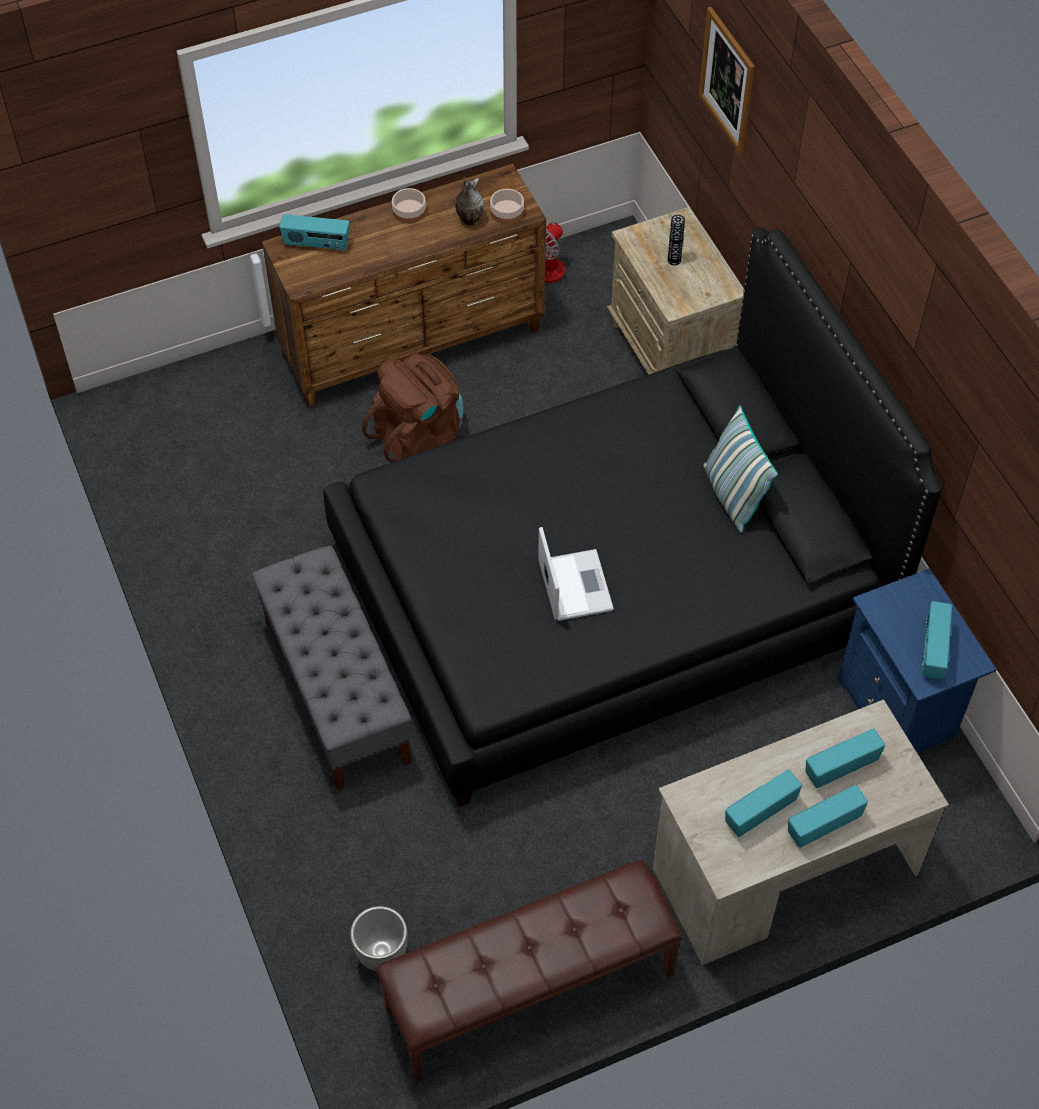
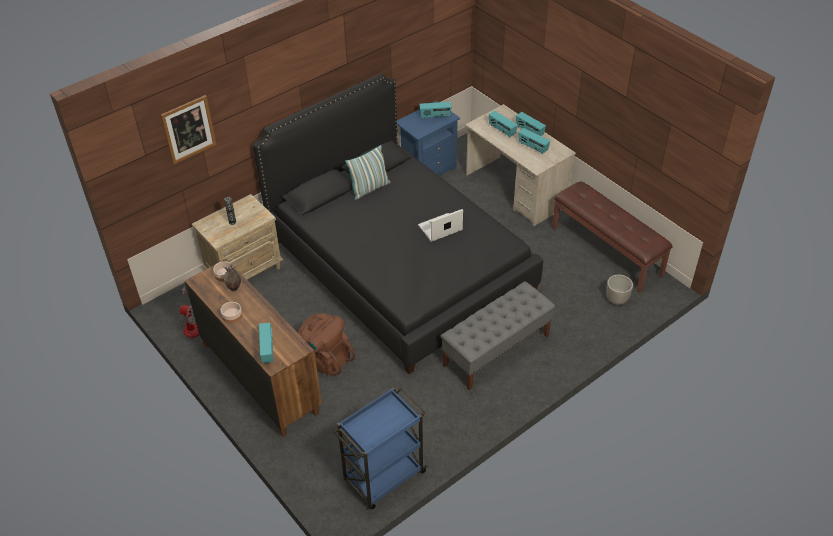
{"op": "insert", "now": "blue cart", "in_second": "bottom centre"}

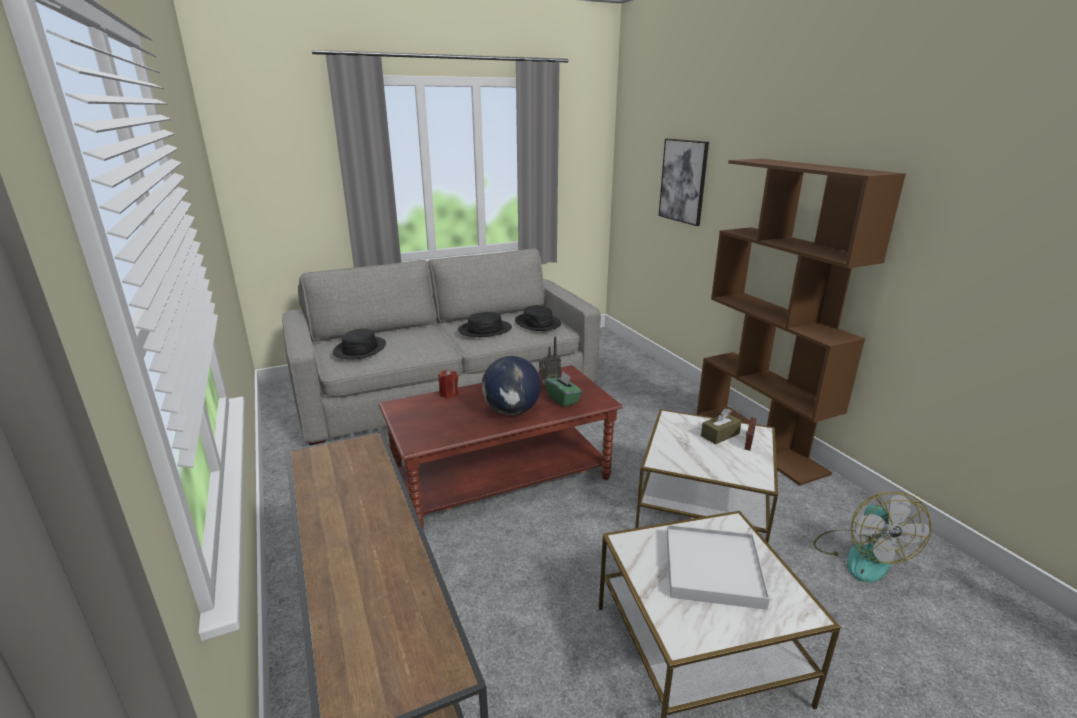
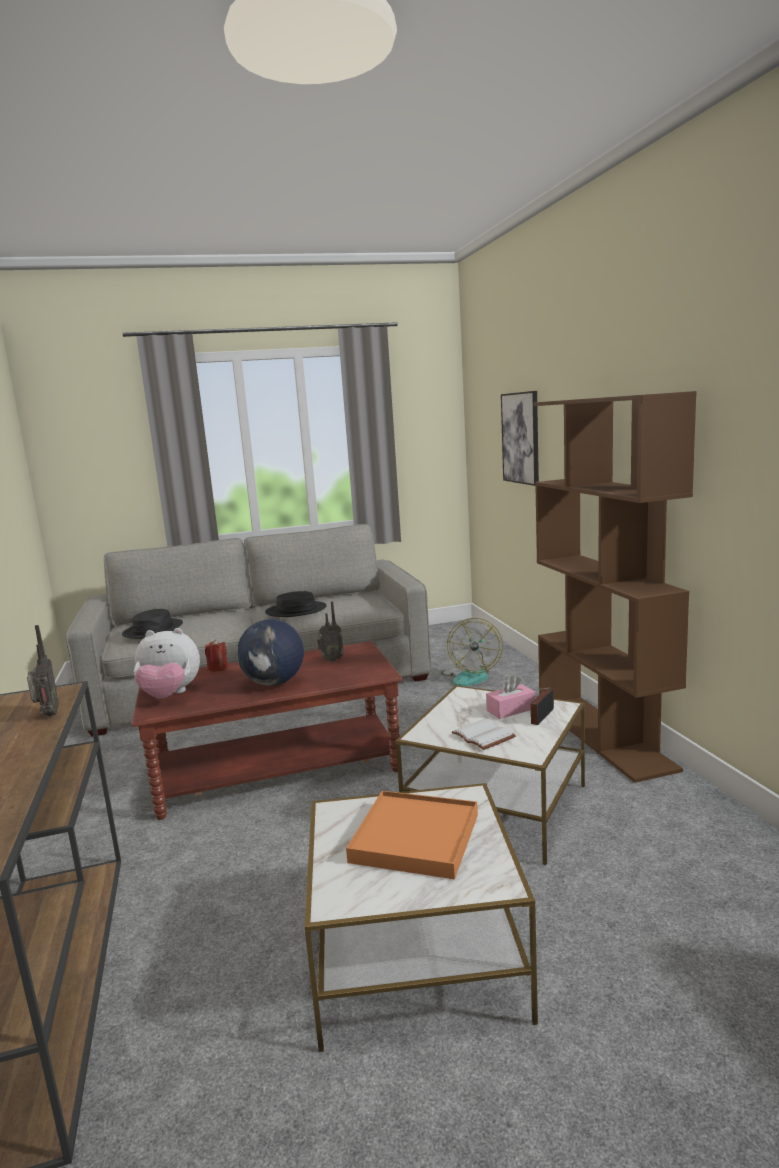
{"op": "delete", "was": "black hat (3rd from left)", "in_first": "centre"}
{"op": "delete", "was": "green tissue box", "in_first": "centre"}
{"op": "recolor", "was": "white tray", "now": "orange tray", "in_first": "bottom right", "in_second": "bottom centre"}
{"op": "recolor", "was": "brown tissue box", "now": "pink tissue box", "in_first": "middle right", "in_second": "centre"}
{"op": "move", "was": "fan", "in_first": "bottom right", "in_second": "centre"}
{"op": "insert", "now": "radio (1st from left)", "in_second": "middle left"}
{"op": "insert", "now": "plush toy", "in_second": "middle left"}
{"op": "insert", "now": "white book", "in_second": "centre"}

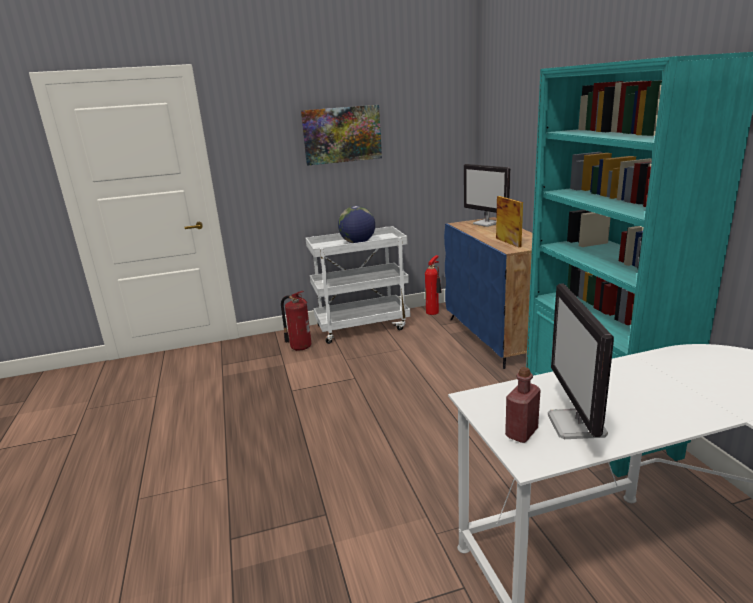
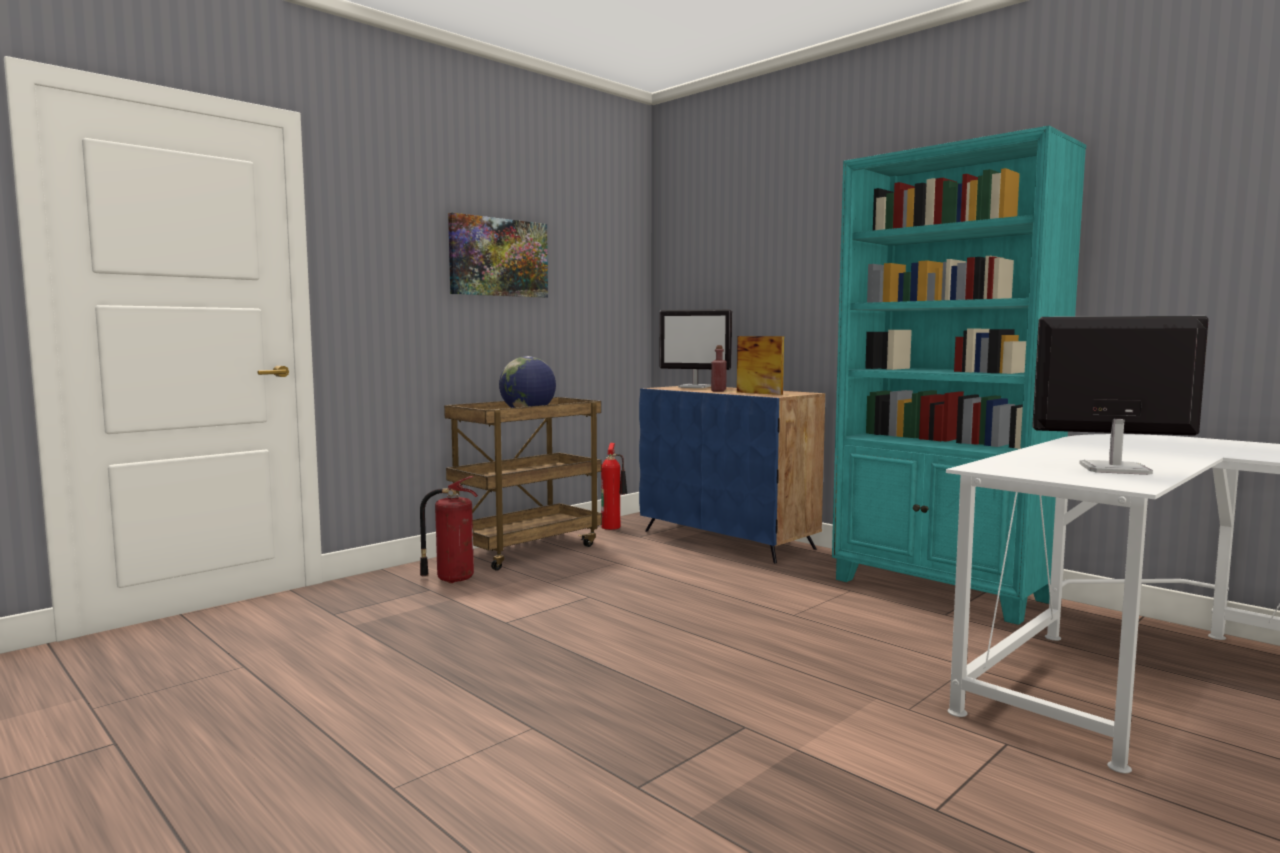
{"op": "recolor", "was": "white cart", "now": "brown cart", "in_first": "centre", "in_second": "centre"}
{"op": "move", "was": "red bottle", "in_first": "bottom right", "in_second": "centre"}
{"op": "rotate", "was": "monitor (2nd from left)", "in_first": "middle right", "in_second": "middle right", "clockwise": 135}

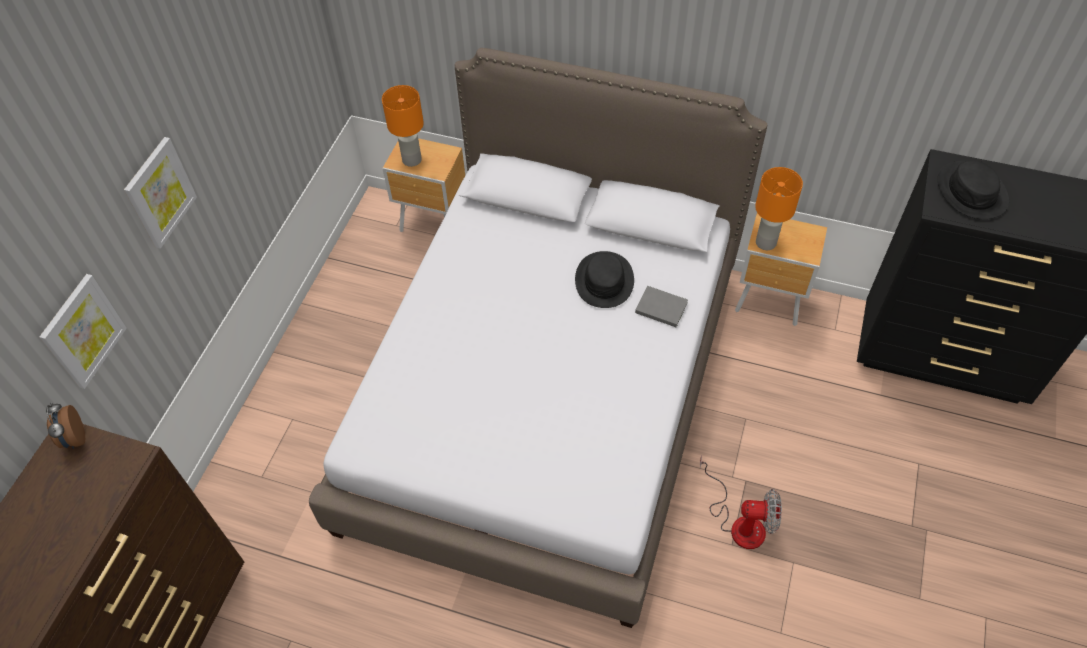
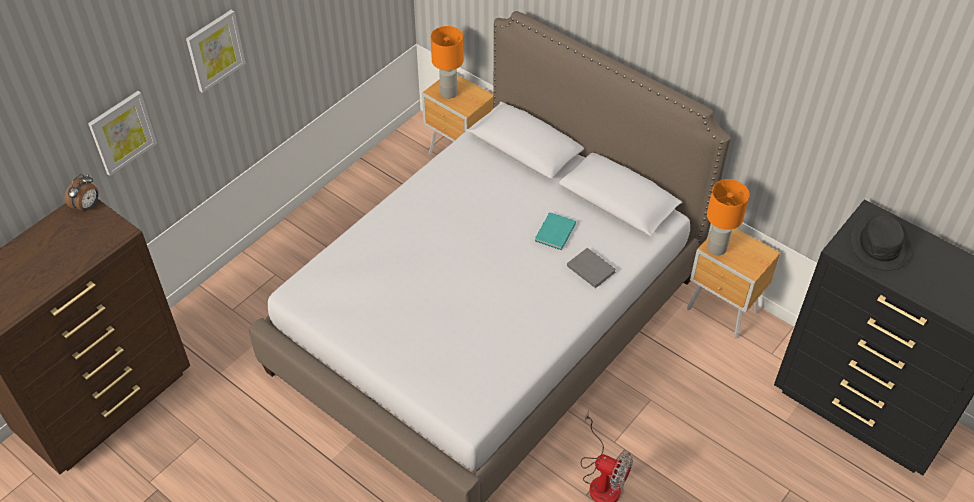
{"op": "rotate", "was": "alarm clock", "in_first": "middle left", "in_second": "middle left", "clockwise": -150}
{"op": "replace", "was": "black hat (1st from left)", "now": "turquoise book", "in_first": "centre", "in_second": "centre"}

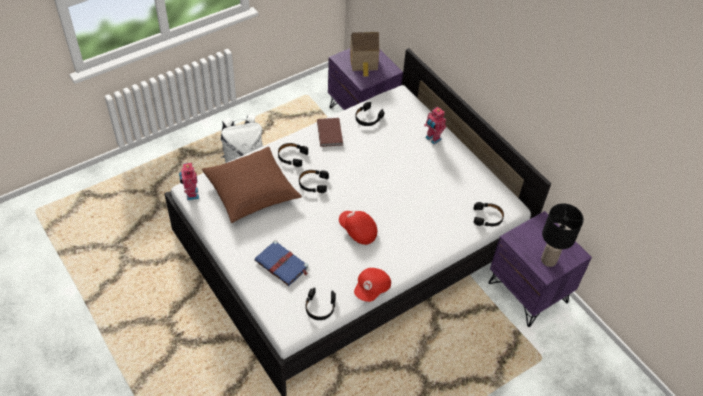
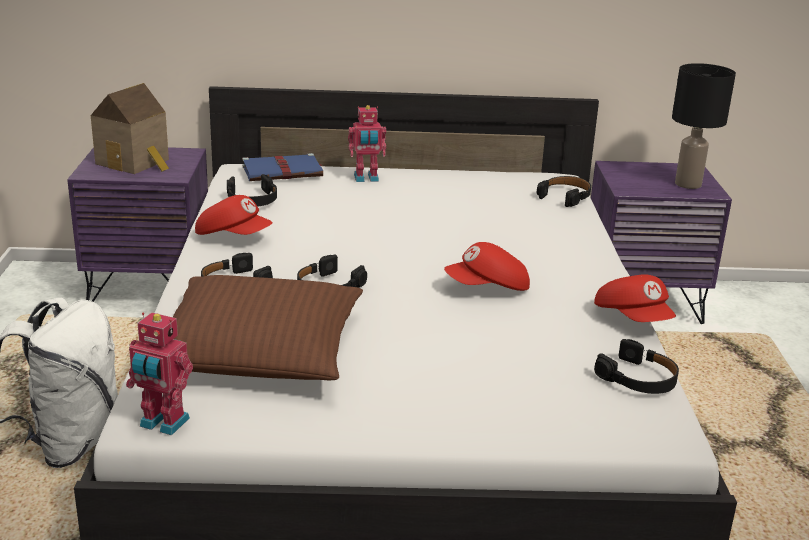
{"op": "move", "was": "blue book", "in_first": "centre", "in_second": "top centre"}
{"op": "replace", "was": "brown book", "now": "red cap (1st from left)", "in_first": "centre", "in_second": "middle left"}

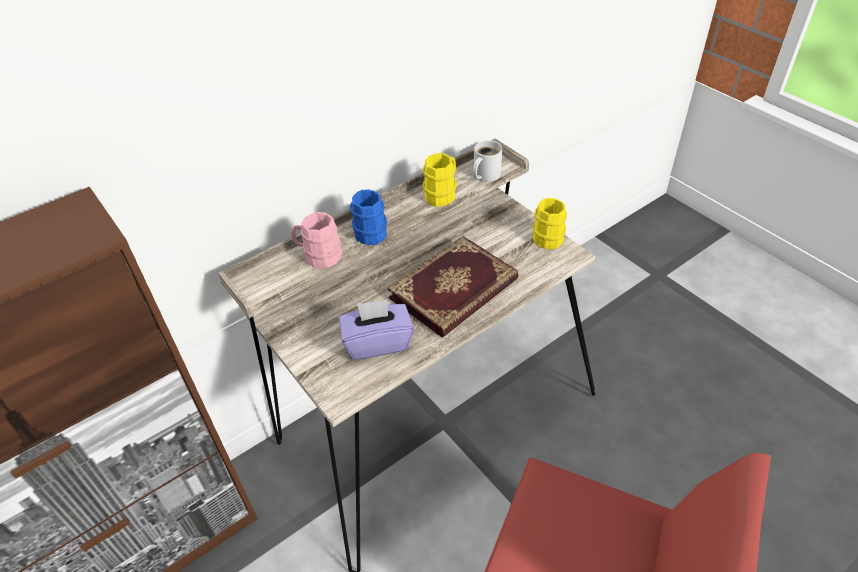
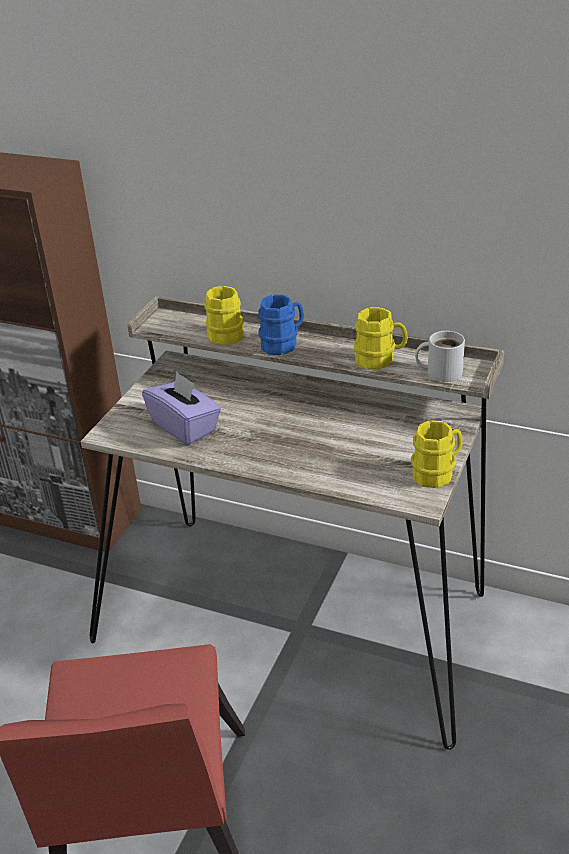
{"op": "recolor", "was": "pink mug", "now": "yellow mug (1st from left)", "in_first": "centre", "in_second": "centre"}
{"op": "delete", "was": "book", "in_first": "centre"}

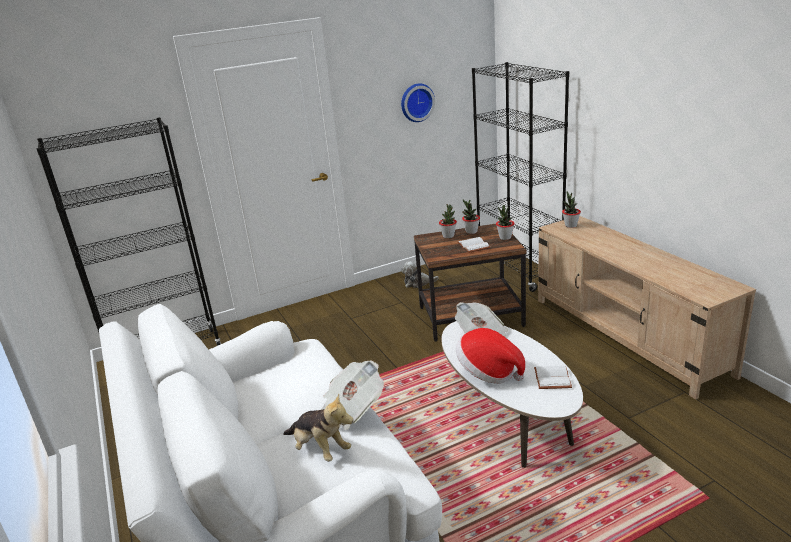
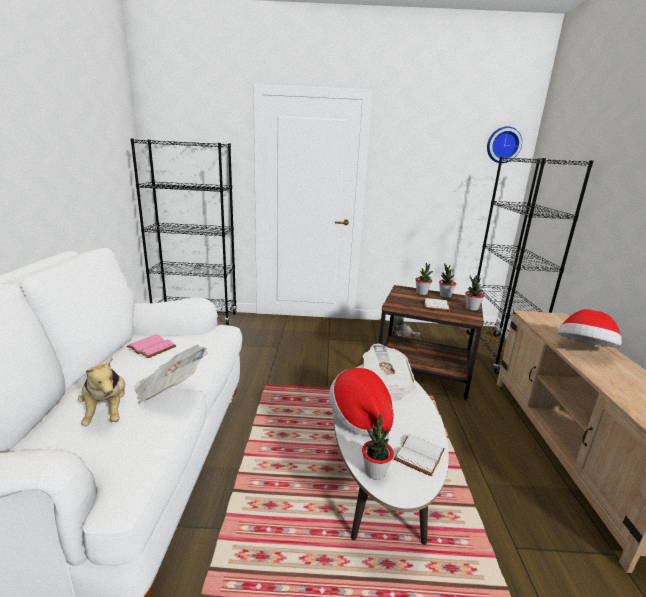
{"op": "move", "was": "wall clock", "in_first": "top centre", "in_second": "top right"}
{"op": "move", "was": "potted plant (4th from left in the first image)", "now": "potted plant (1st from left)", "in_first": "middle right", "in_second": "bottom centre"}
{"op": "insert", "now": "pink book", "in_second": "middle left"}
{"op": "insert", "now": "hat (2nd from left)", "in_second": "middle right"}

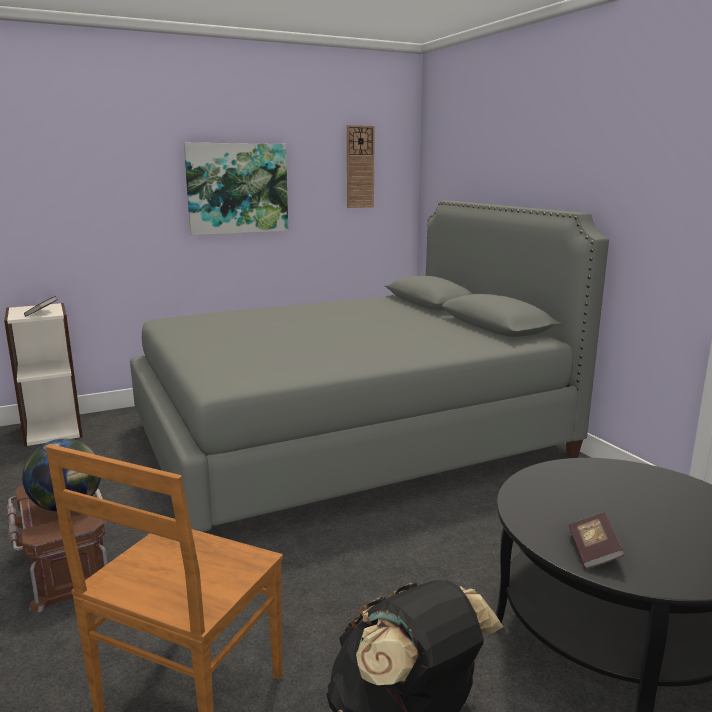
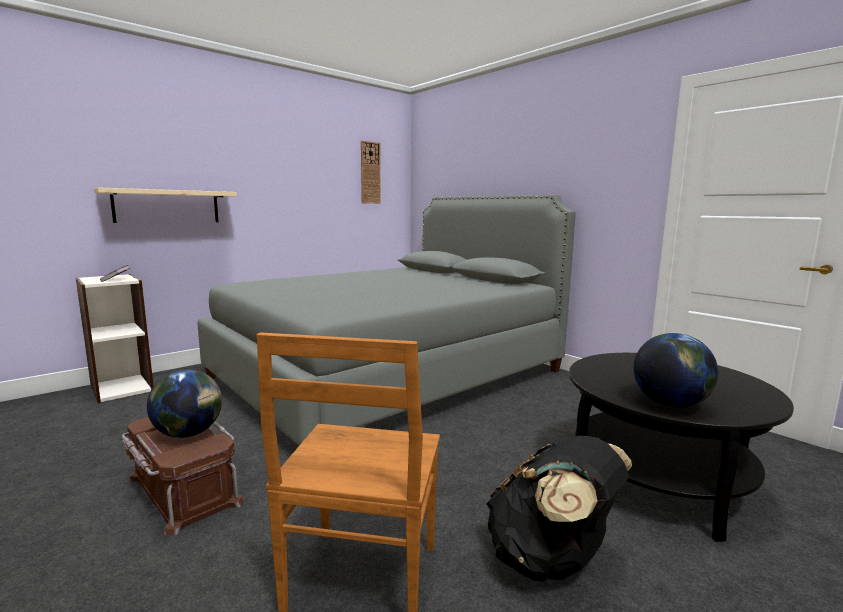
{"op": "delete", "was": "picture", "in_first": "top left"}
{"op": "replace", "was": "book (2nd from left)", "now": "globe (2nd from left)", "in_first": "bottom right", "in_second": "middle right"}
{"op": "insert", "now": "beige shelf", "in_second": "middle left"}

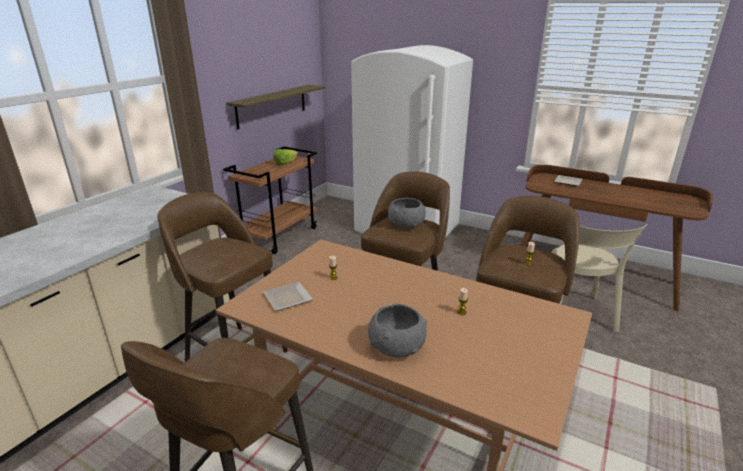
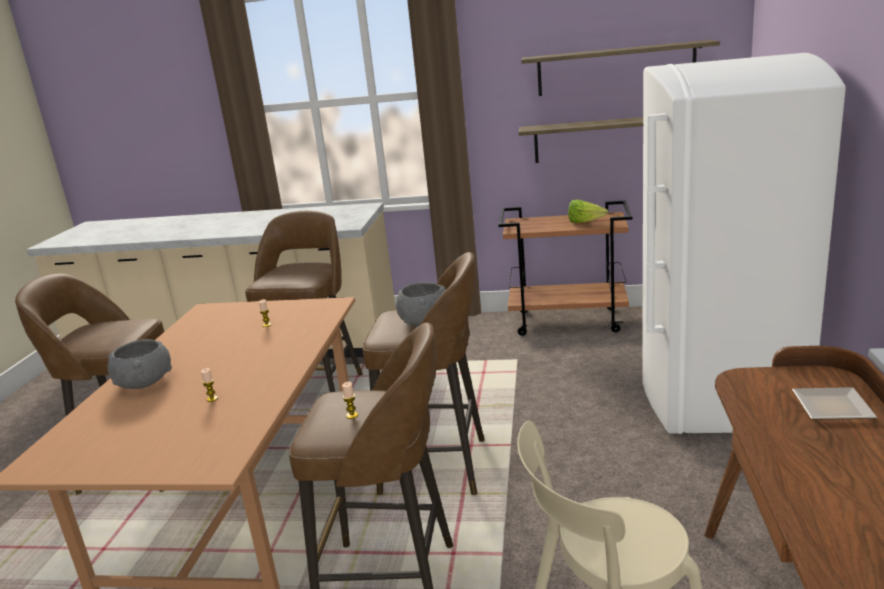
{"op": "delete", "was": "plate (1st from left)", "in_first": "centre"}
{"op": "insert", "now": "shelf (2nd from left)", "in_second": "top right"}

